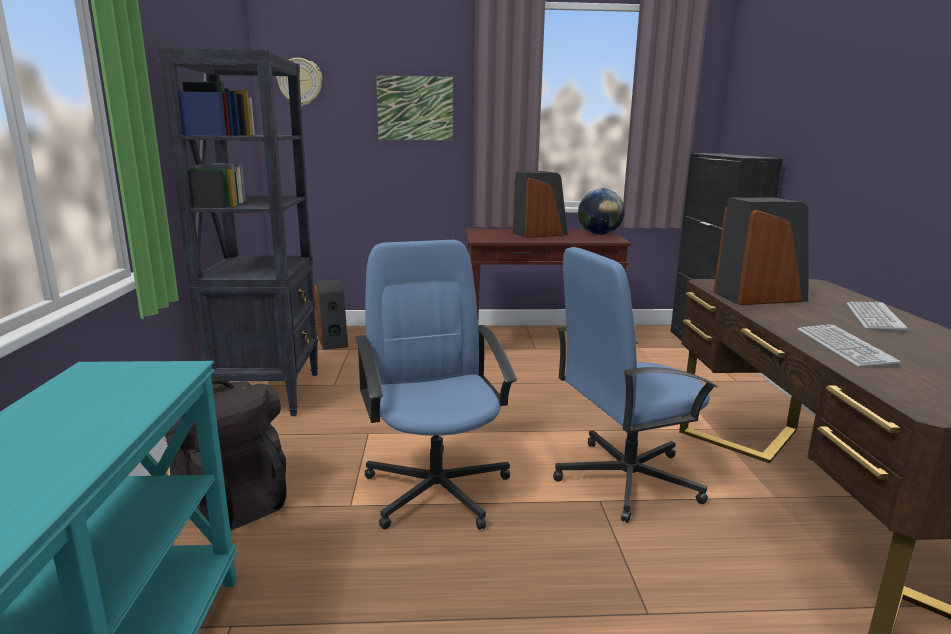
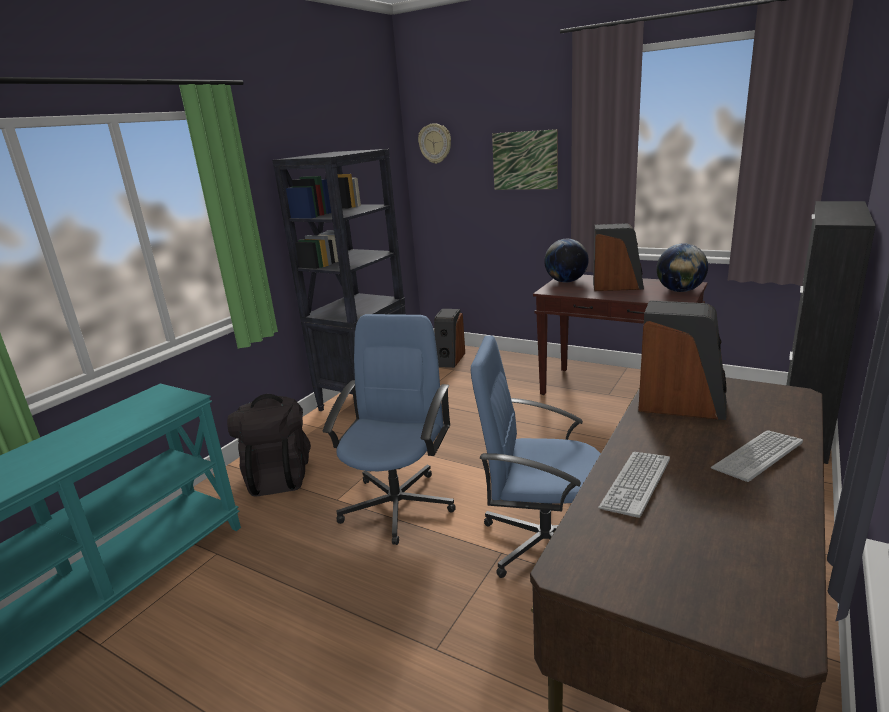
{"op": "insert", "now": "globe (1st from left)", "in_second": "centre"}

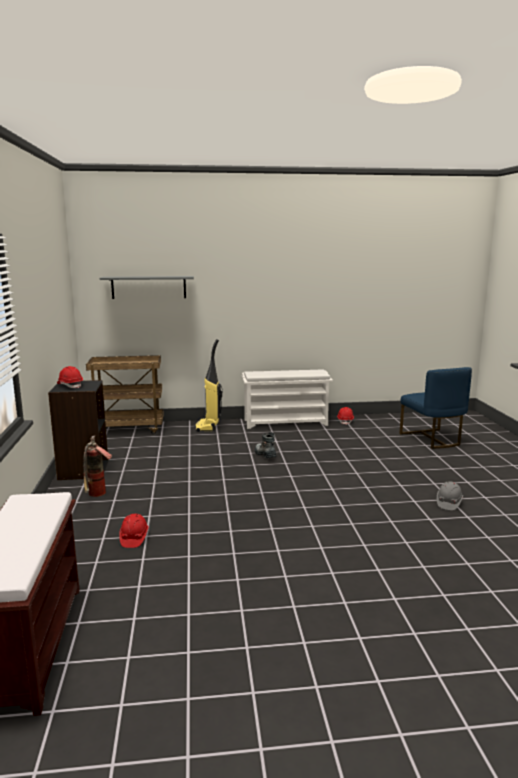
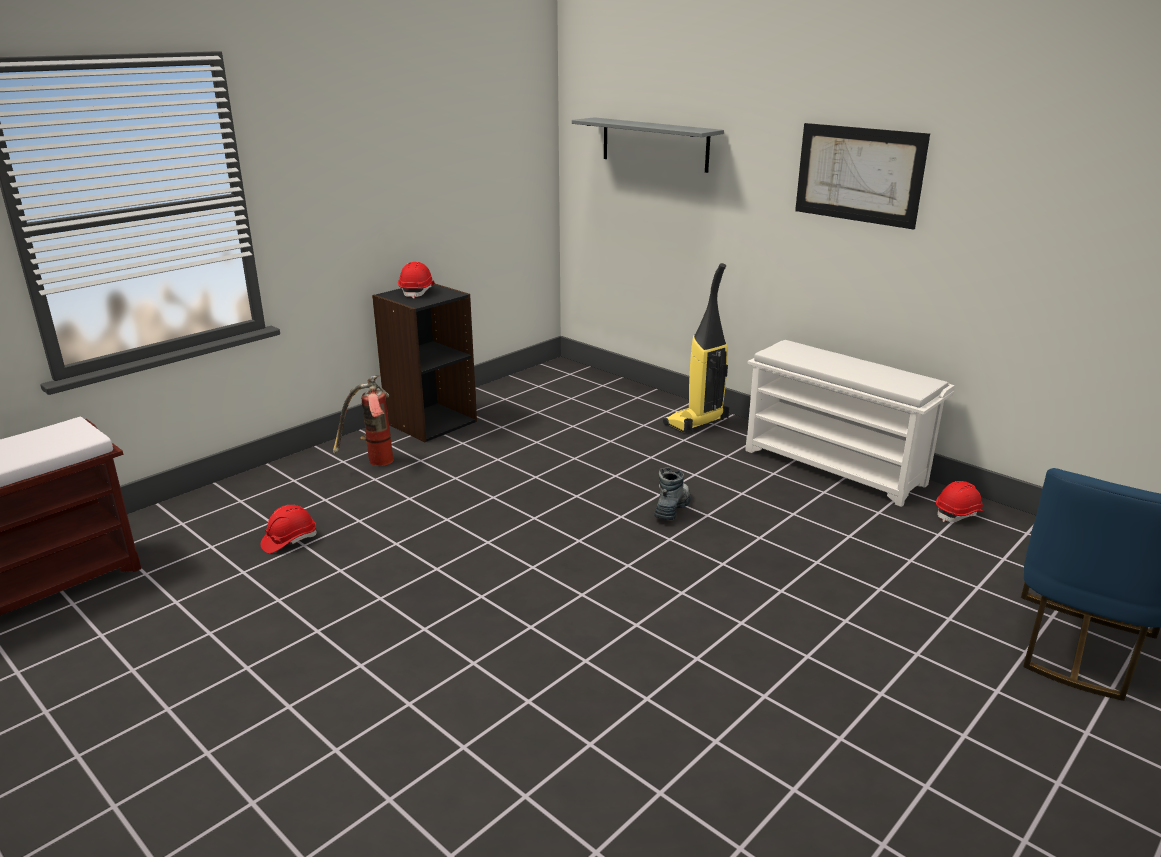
{"op": "delete", "was": "brown cart", "in_first": "middle left"}
{"op": "delete", "was": "grey hard hat", "in_first": "middle right"}
{"op": "insert", "now": "picture", "in_second": "top right"}

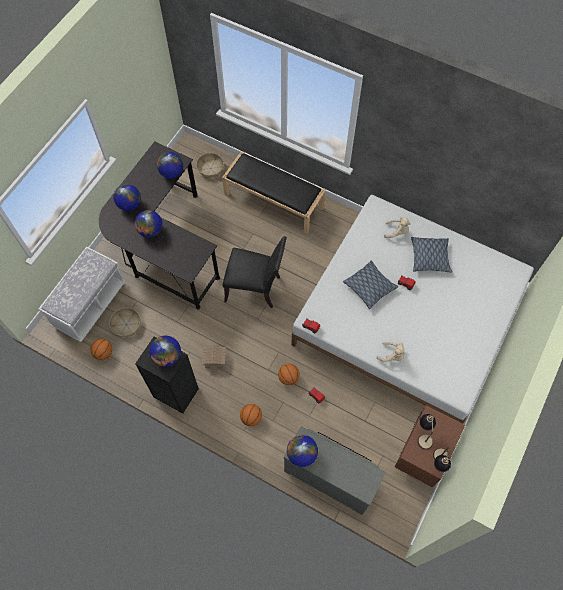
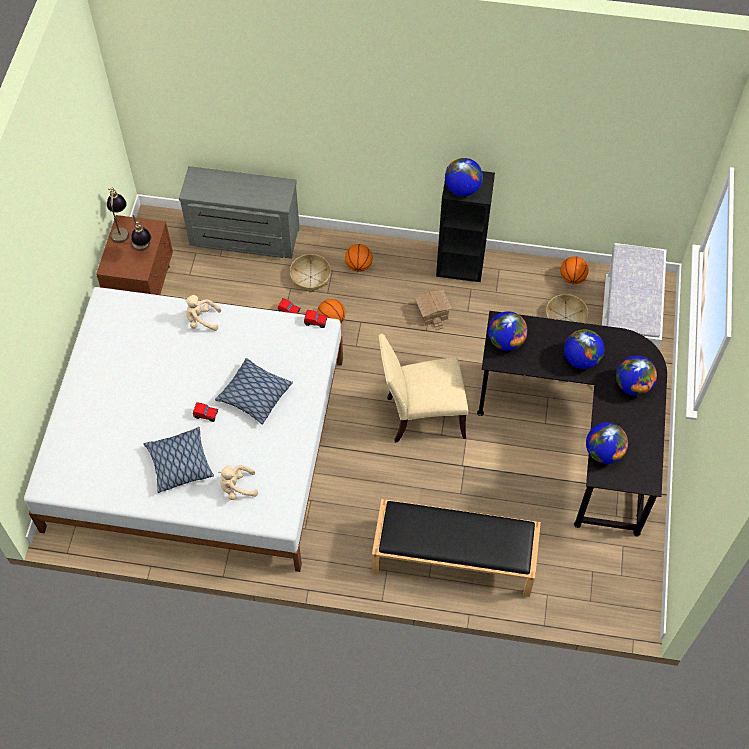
{"op": "move", "was": "basket (2nd from left in the first image)", "now": "basket (1st from left)", "in_first": "top centre", "in_second": "centre"}
{"op": "recolor", "was": "black chair", "now": "beige chair", "in_first": "centre", "in_second": "centre"}
{"op": "move", "was": "globe (5th from left in the first image)", "now": "globe (2nd from left)", "in_first": "bottom centre", "in_second": "middle right"}

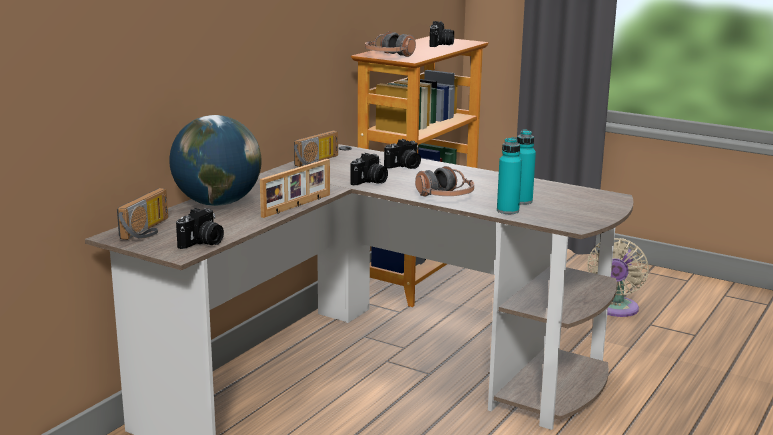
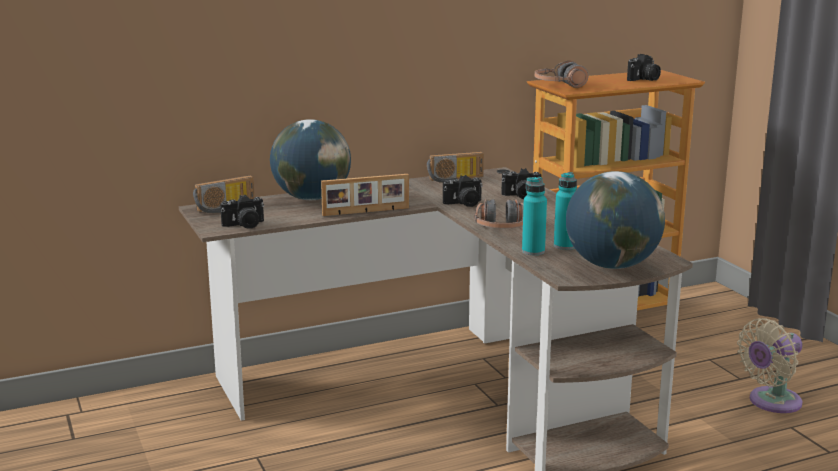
{"op": "insert", "now": "globe (2nd from left)", "in_second": "middle right"}

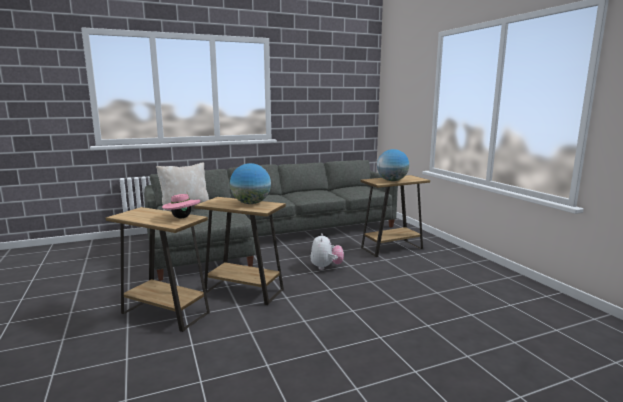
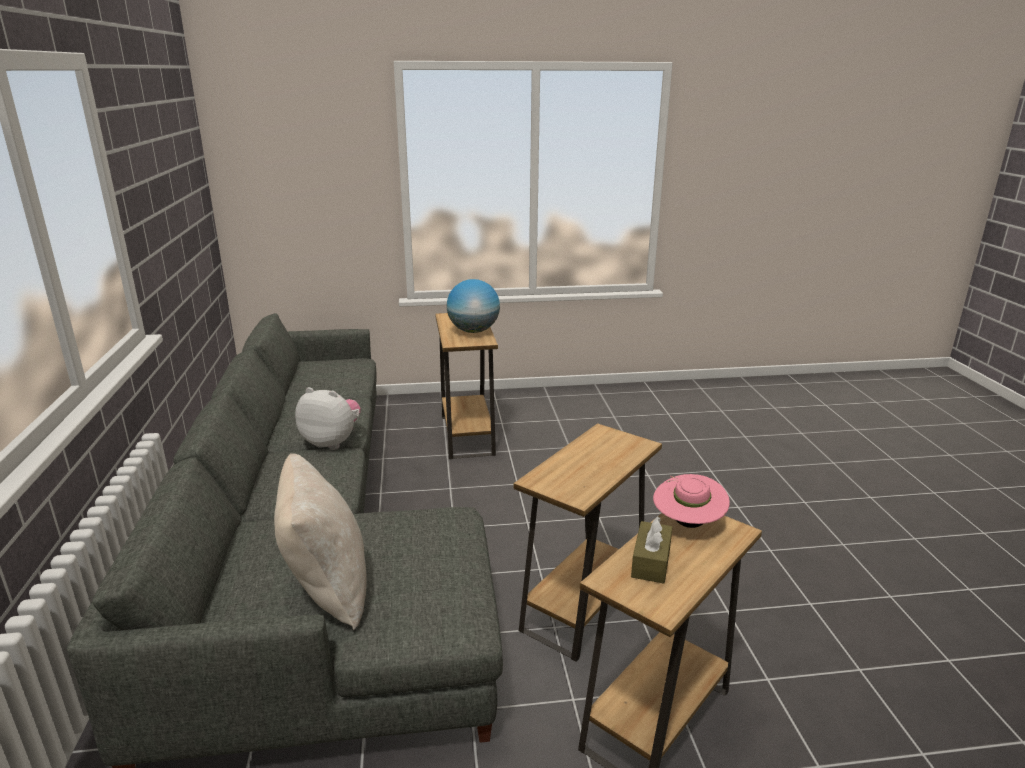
{"op": "delete", "was": "globe (1st from left)", "in_first": "centre"}
{"op": "move", "was": "plush toy", "in_first": "centre", "in_second": "middle left"}
{"op": "insert", "now": "brown tissue box", "in_second": "bottom centre"}

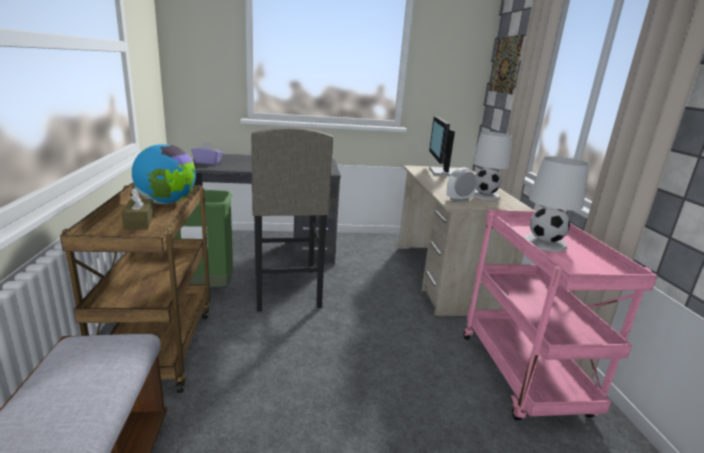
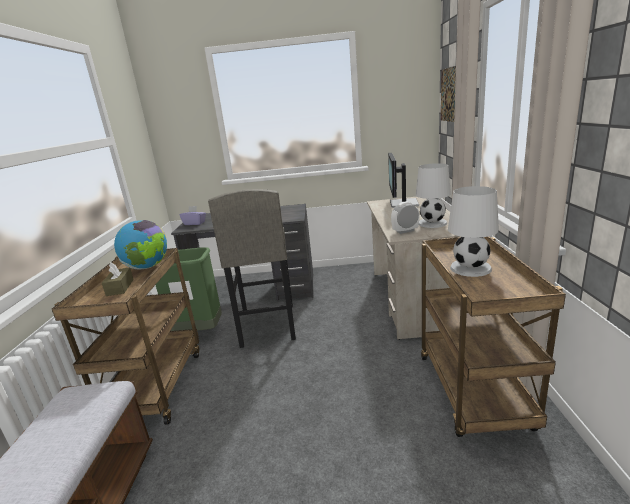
{"op": "recolor", "was": "pink cart", "now": "brown cart (2nd from left)", "in_first": "bottom right", "in_second": "bottom right"}

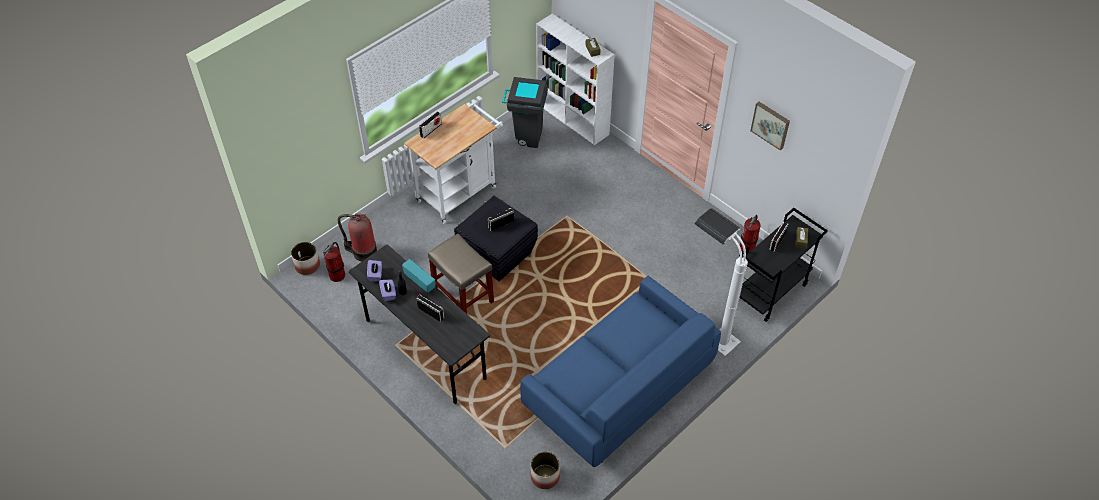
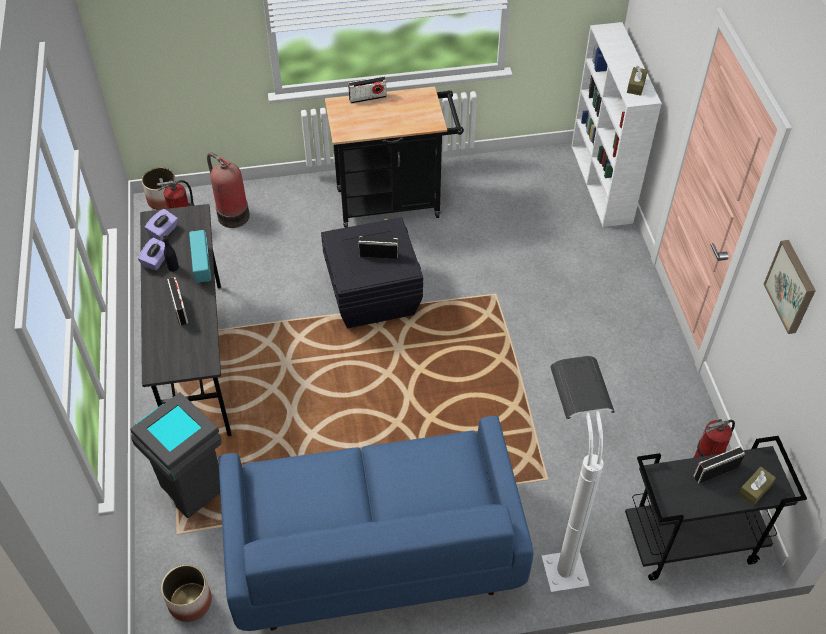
{"op": "recolor", "was": "white cart", "now": "black cart (1st from left)", "in_first": "top centre", "in_second": "top centre"}
{"op": "delete", "was": "beige stool", "in_first": "centre"}
{"op": "move", "was": "grey trash can", "in_first": "top centre", "in_second": "bottom left"}

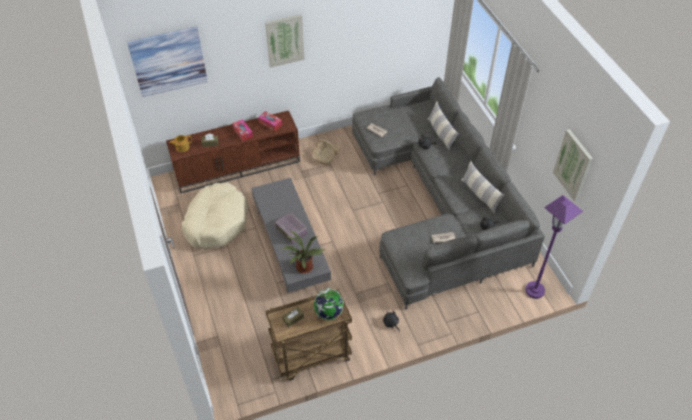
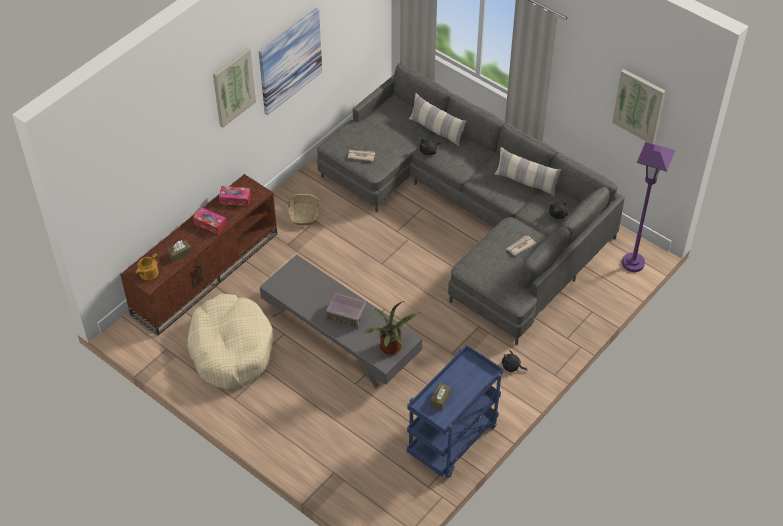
{"op": "move", "was": "picture (1st from left in the first image)", "now": "picture (2nd from left)", "in_first": "top left", "in_second": "top centre"}
{"op": "recolor", "was": "brown cart", "now": "blue cart", "in_first": "bottom centre", "in_second": "bottom centre"}
{"op": "delete", "was": "globe", "in_first": "bottom centre"}

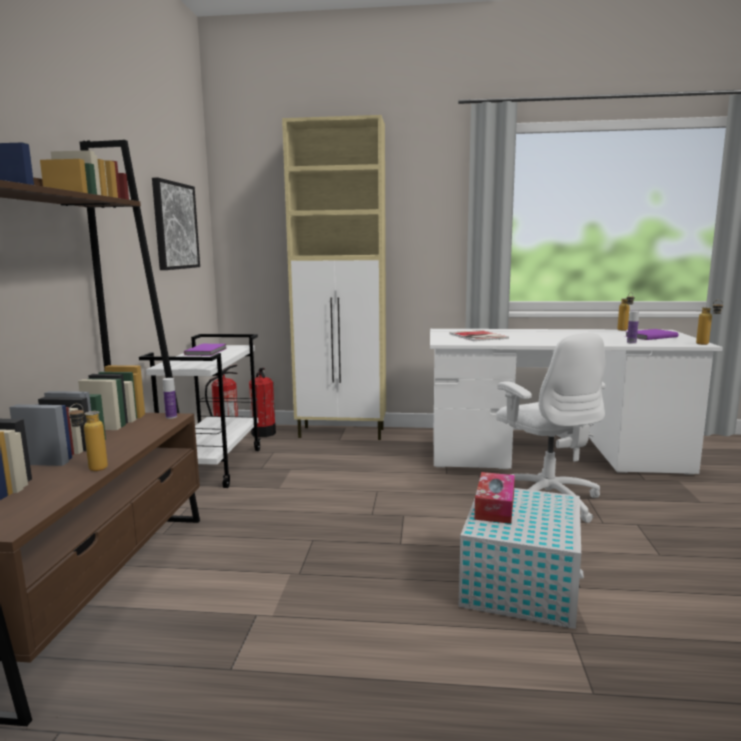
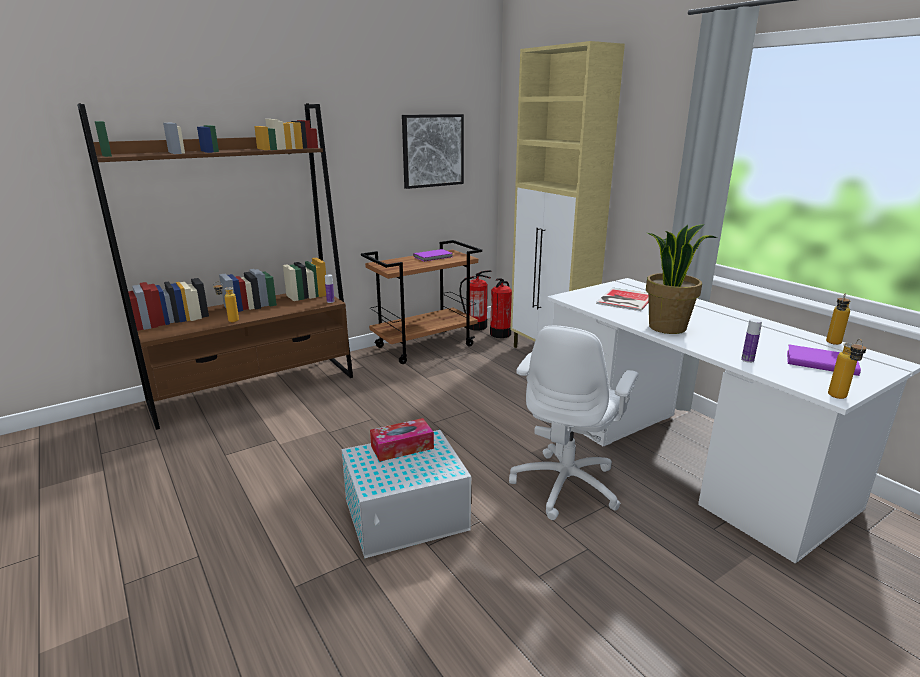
{"op": "recolor", "was": "white cart", "now": "brown cart", "in_first": "middle left", "in_second": "centre"}
{"op": "insert", "now": "potted plant", "in_second": "middle right"}

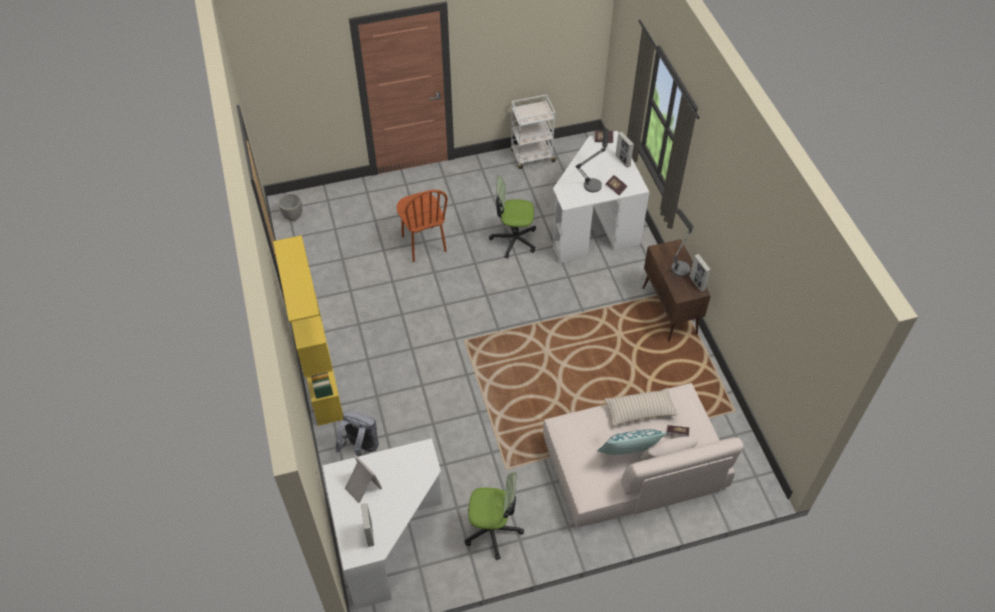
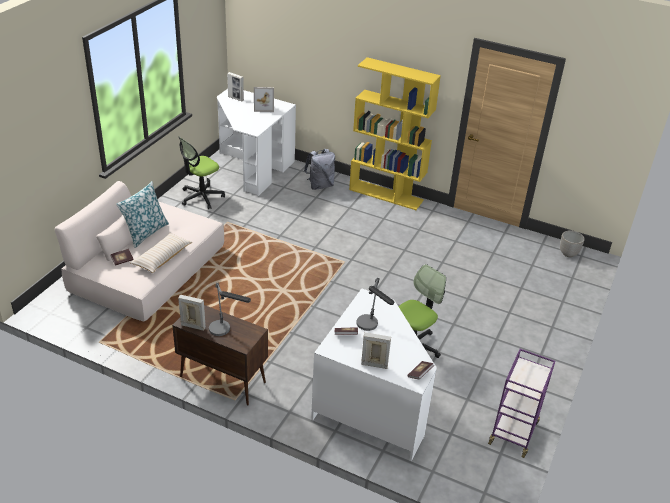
{"op": "delete", "was": "brown chair", "in_first": "centre"}
{"op": "recolor", "was": "white cart", "now": "purple cart", "in_first": "top centre", "in_second": "bottom right"}

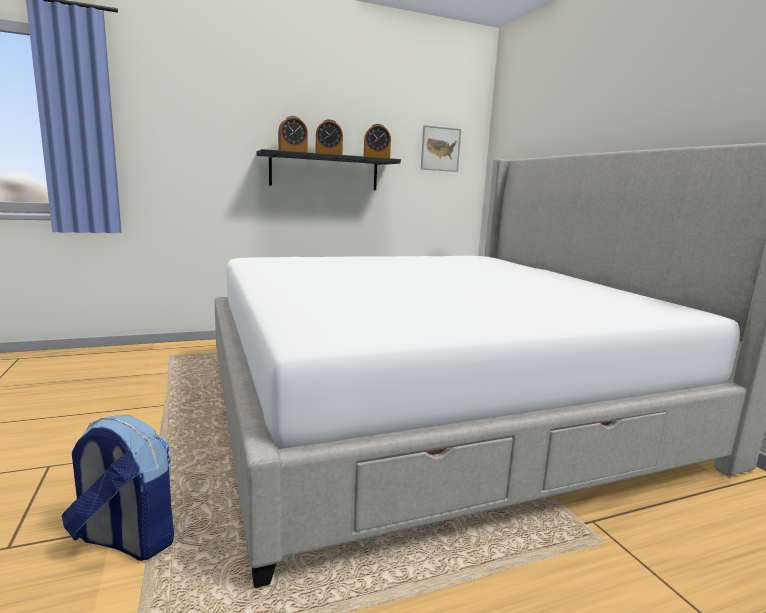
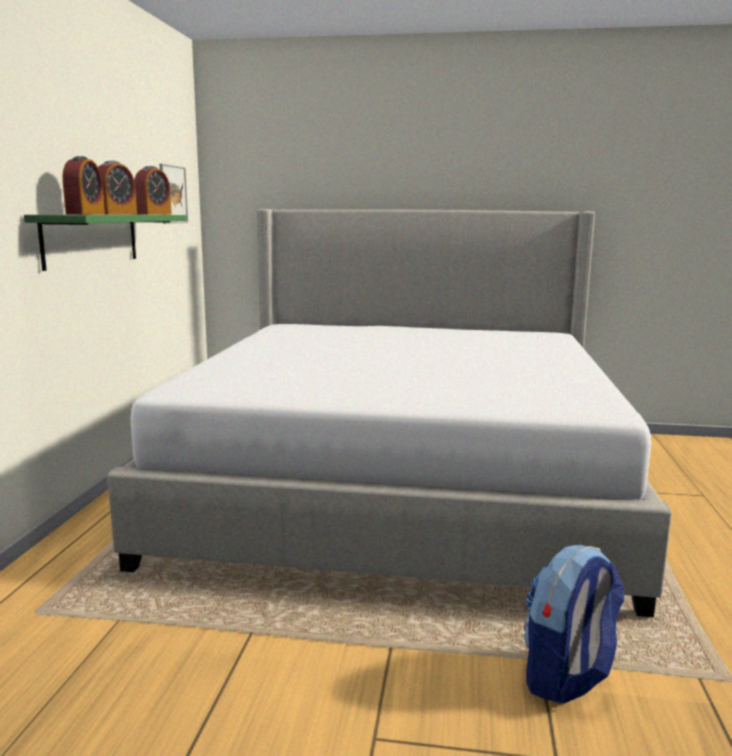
{"op": "recolor", "was": "black shelf", "now": "green shelf", "in_first": "top centre", "in_second": "top left"}

